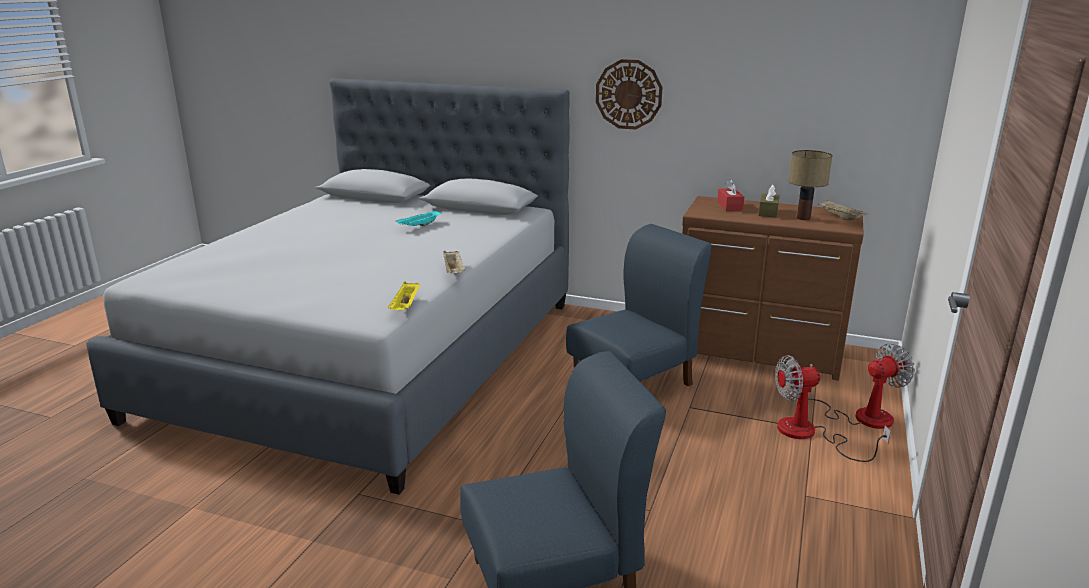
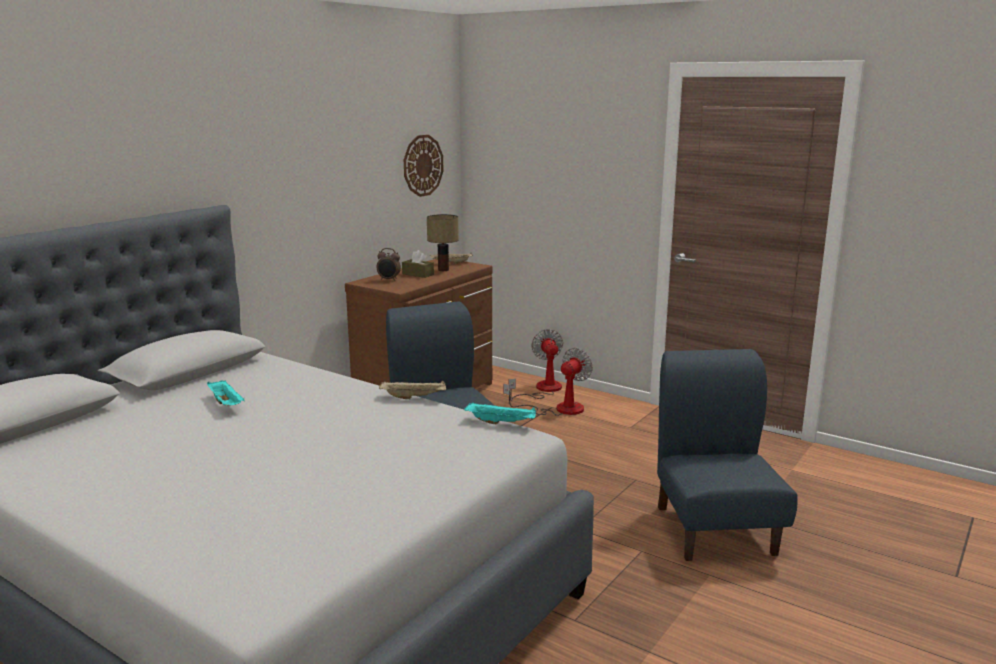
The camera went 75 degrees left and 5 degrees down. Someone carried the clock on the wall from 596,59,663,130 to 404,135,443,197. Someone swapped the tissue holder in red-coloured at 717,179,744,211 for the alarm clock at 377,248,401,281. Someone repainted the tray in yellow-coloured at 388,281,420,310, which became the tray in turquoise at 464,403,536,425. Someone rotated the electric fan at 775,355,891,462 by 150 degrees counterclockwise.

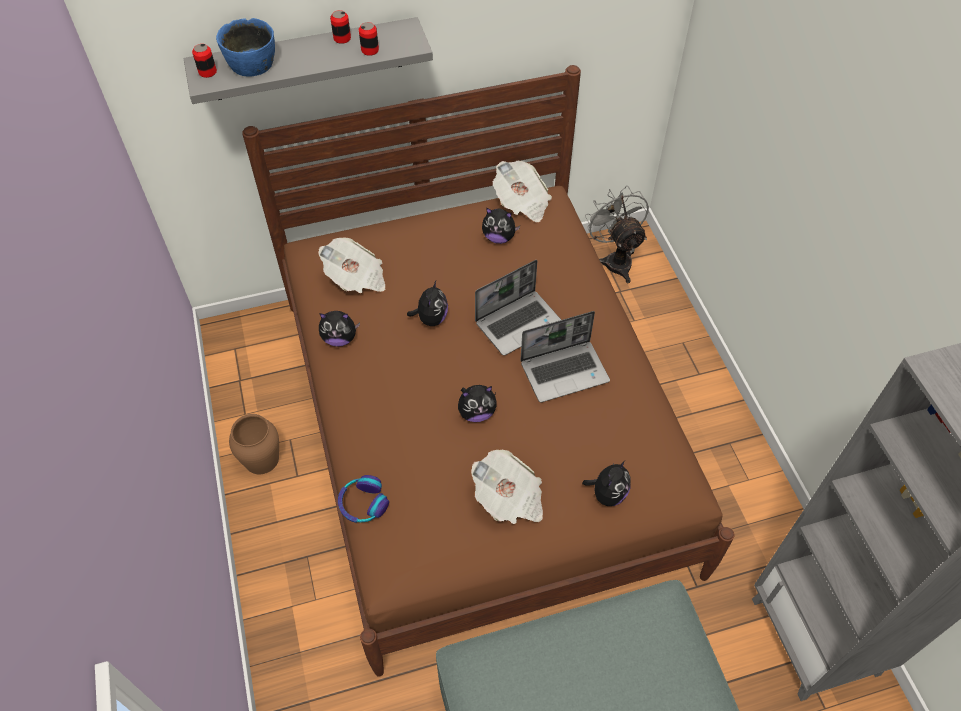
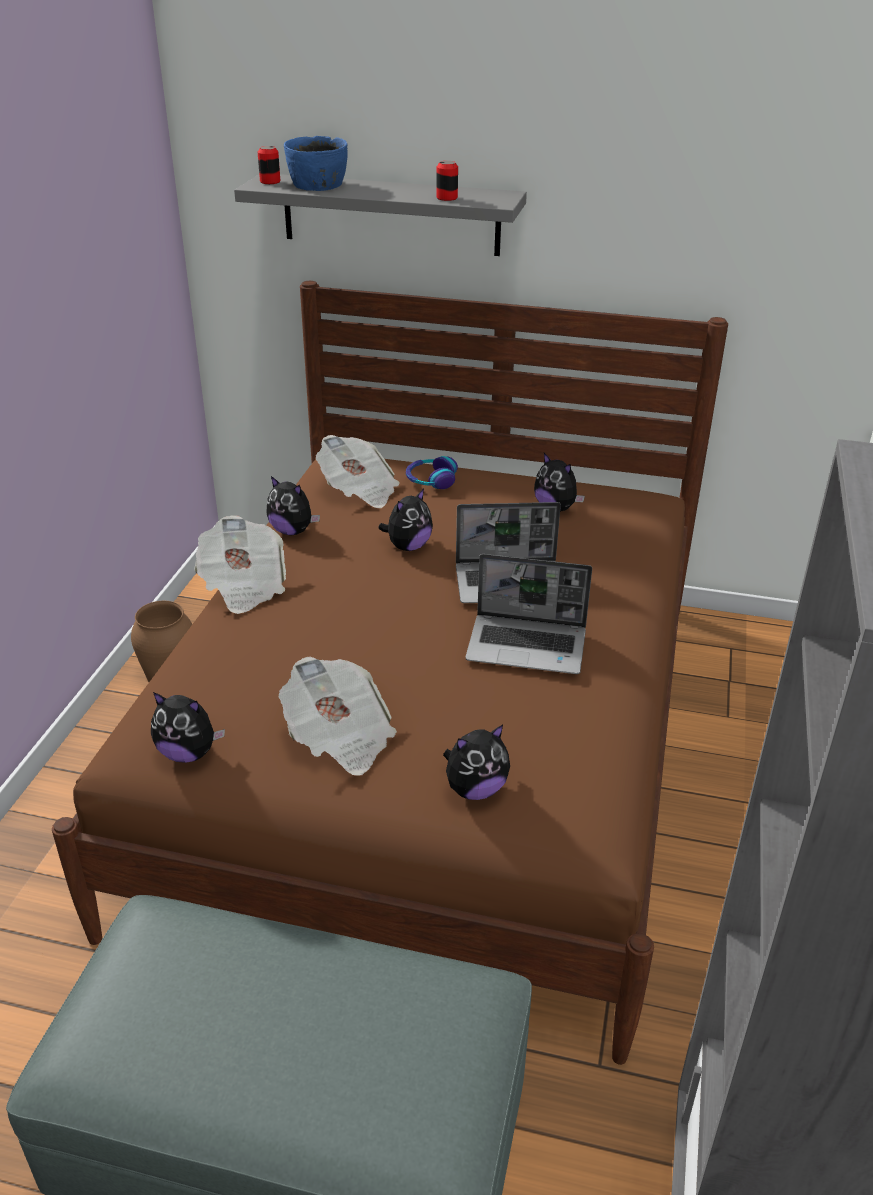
The camera went 30 degrees right and 20 degrees down. Someone took away the metal can at 330,10,351,44. Someone took away the electric fan in greyish at 585,186,649,283. Someone carried the headset from 338,475,389,523 to 406,456,458,489. Someone carried the soft toy from 458,385,497,422 to 151,692,225,763. Someone carried the newspaper from 493,161,552,222 to 194,515,286,614.

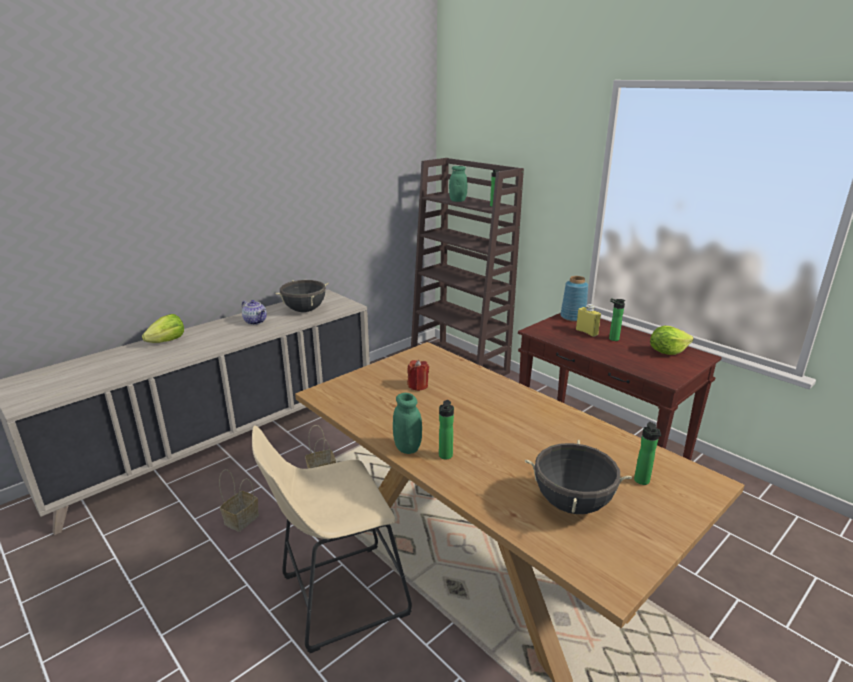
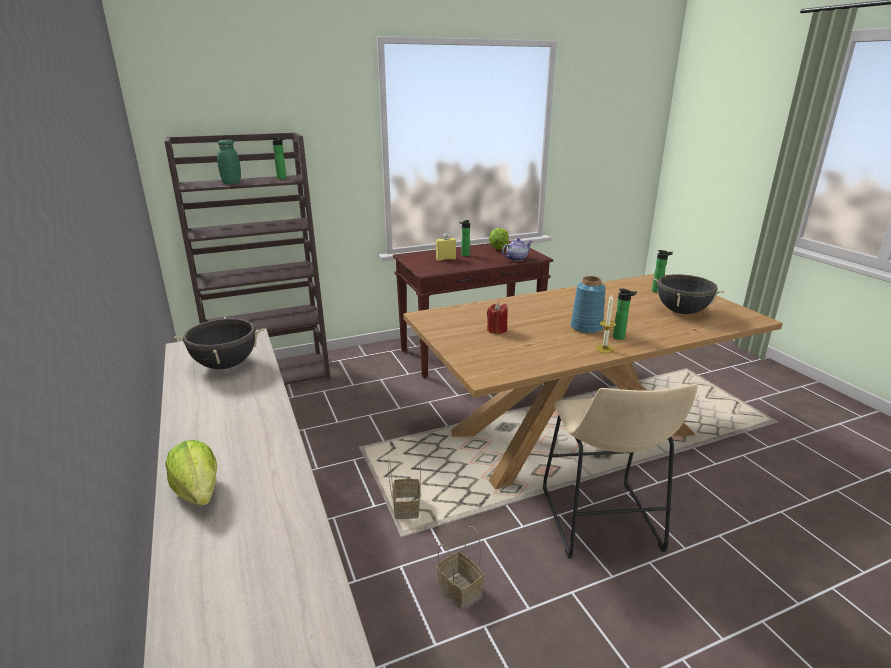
The camera went 70 degrees left and 0 degrees up. Someone carried the teapot from 242,300,267,325 to 502,238,532,261. Someone carried the vase in blue from 560,276,588,321 to 571,276,606,334. Someone swapped the preserve jar in green at 393,393,422,454 for the wax light at 595,295,616,353.

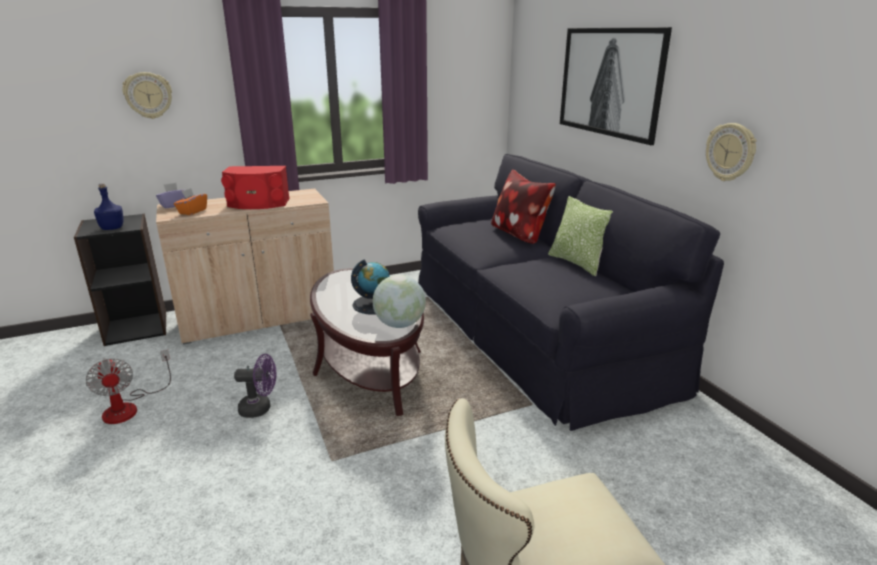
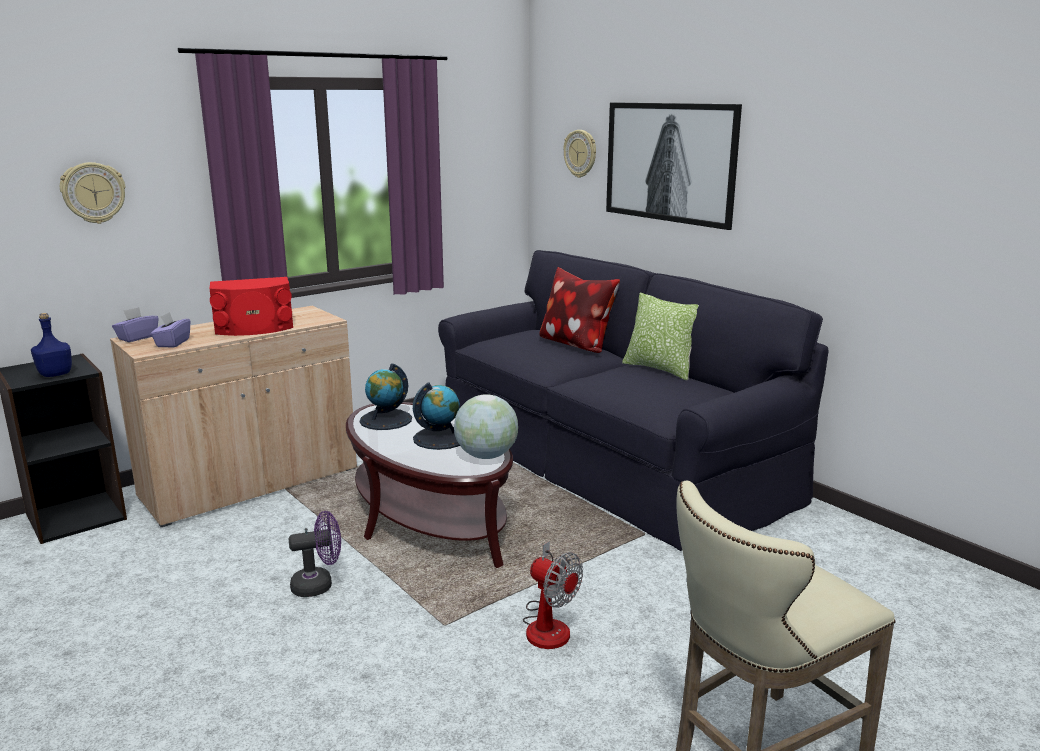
The camera went 15 degrees left and 5 degrees down. Someone put down the world globe at 360,364,412,430. Someone carried the electric fan from 86,350,171,424 to 523,541,583,649. Someone carried the clock on the wall from 706,123,756,181 to 564,130,596,178. Someone repainted the tissue holder in orangey at 174,188,207,215, which became the tissue holder in purple at 151,312,190,348.

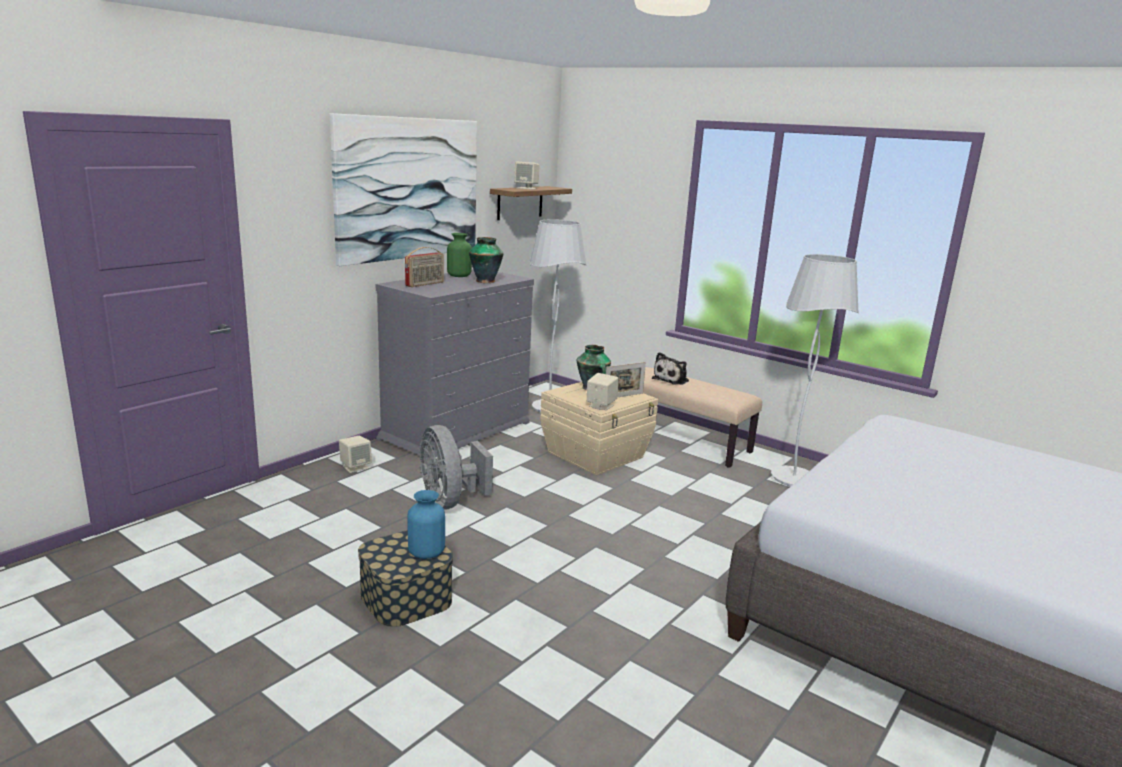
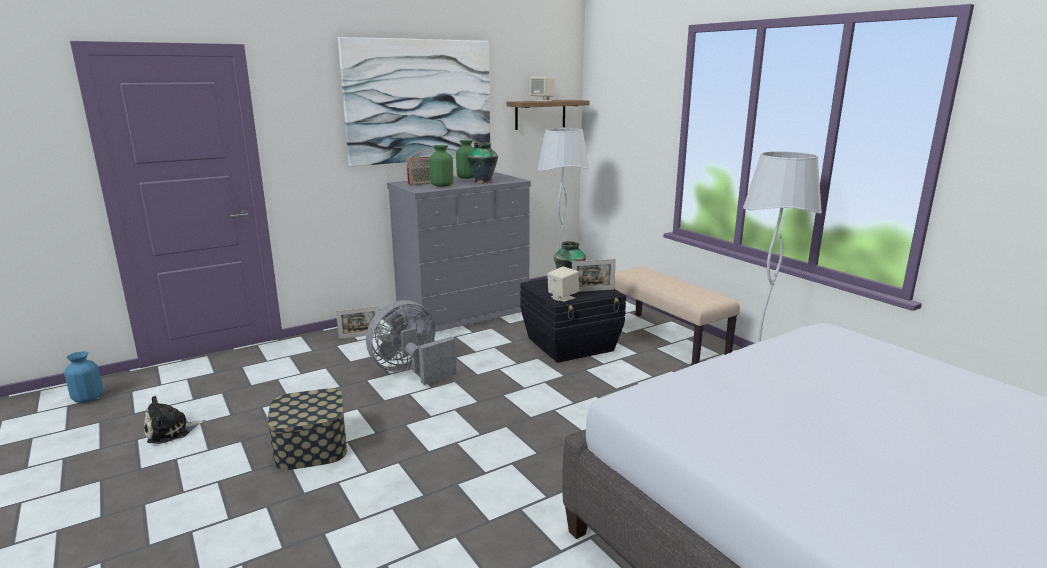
The camera went 20 degrees right and 0 degrees up. Someone put down the vase in green at 429,145,453,187. Someone carried the vase in blue from 408,490,445,559 to 64,351,103,403. Someone carried the soft toy from 652,352,689,385 to 144,396,206,444. Someone swapped the loudspeaker in beige at 339,436,372,473 for the picture frame at 336,306,380,339. Someone repainted the storage container in beige at 540,382,658,475, which became the storage container in black-coloured at 520,279,626,363. Someone rotated the electric fan in greyish at 419,425,493,510 by 60 degrees clockwise.

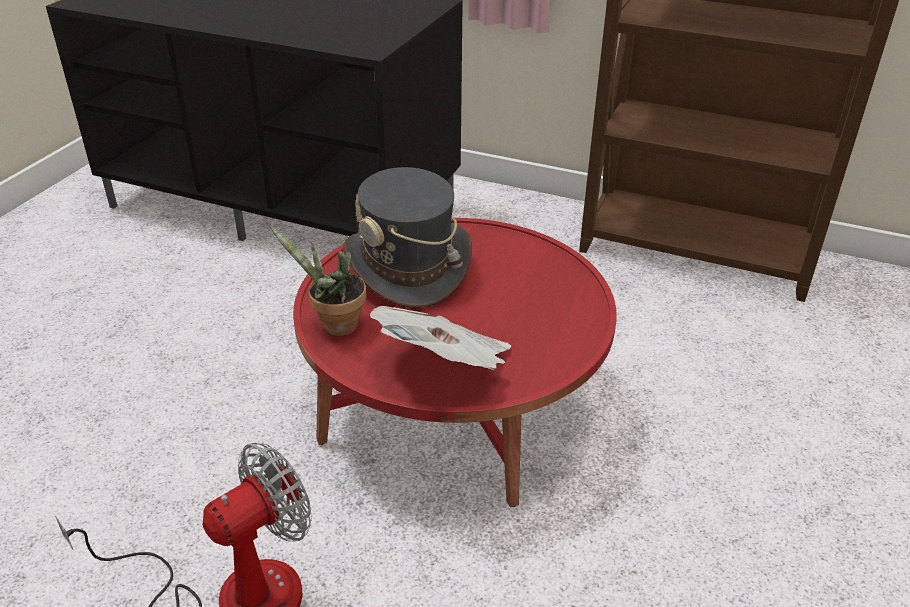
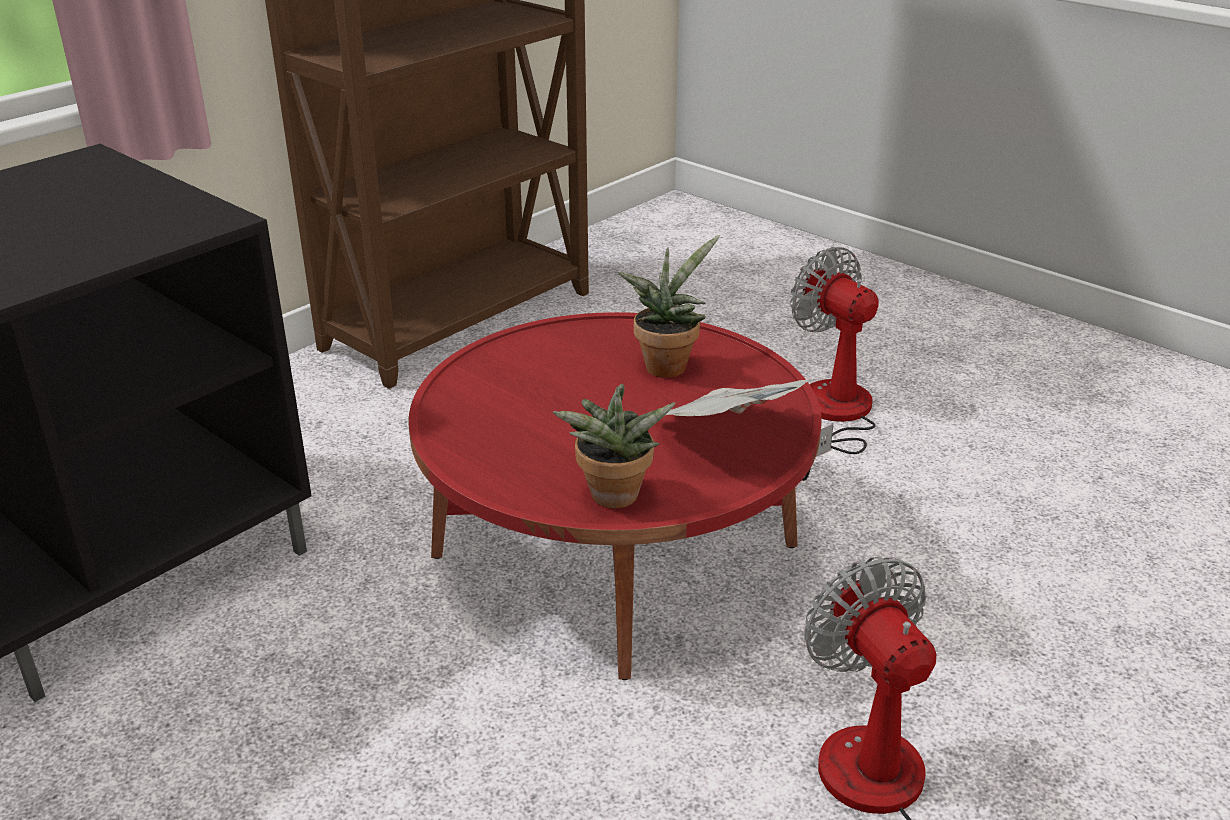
The camera went 70 degrees left and 5 degrees down. Someone took away the wearable hat in greyish at 343,167,472,308. Someone put down the potted plant at 618,235,720,378. Someone put down the electric fan at 790,247,878,481.

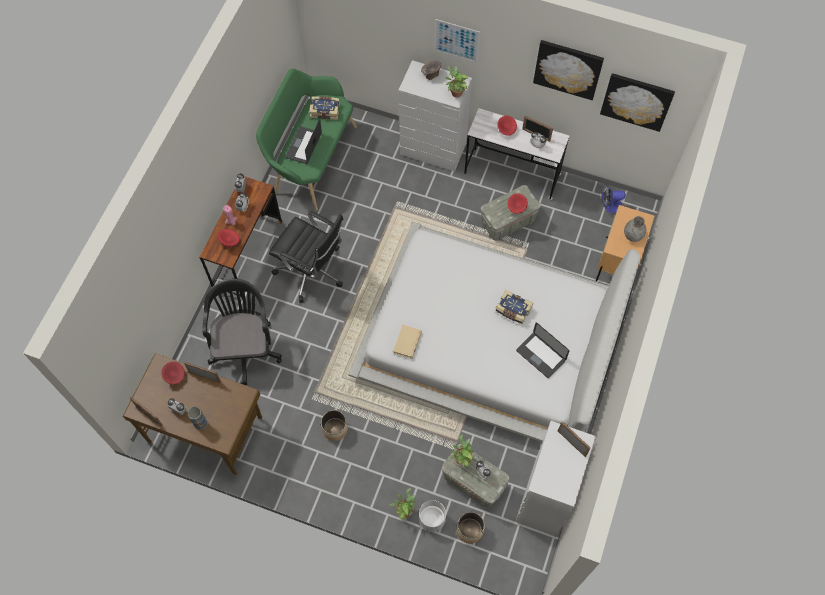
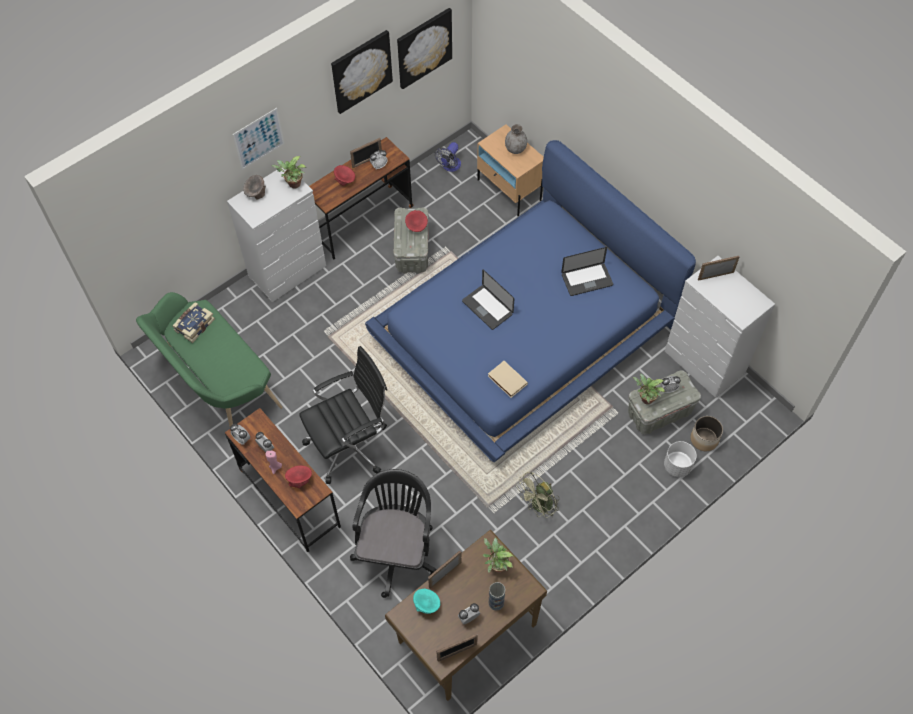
The camera went 60 degrees left and 5 degrees down. Someone took away the book at 495,290,533,324. Someone carried the portable computer from 285,119,322,164 to 462,269,514,330. Someone carried the potted plant from 389,488,416,520 to 483,538,514,573. Someone swapped the planter at 321,410,348,441 for the electric fan in green at 517,472,559,518. Someone repainted the bowl in red-coloured at 161,362,185,385, which became the bowl in turquoise at 413,589,440,614. Someone repainted the sleeping bed in whitish at 348,222,640,442, which became the sleeping bed in blue at 365,140,696,462. Someone repainted the desk table in whitish at 464,108,570,200, which became the desk table in brownish at 309,137,413,260. Someone rotated the office chair in black-coloured at 203,279,282,385 by 75 degrees clockwise.

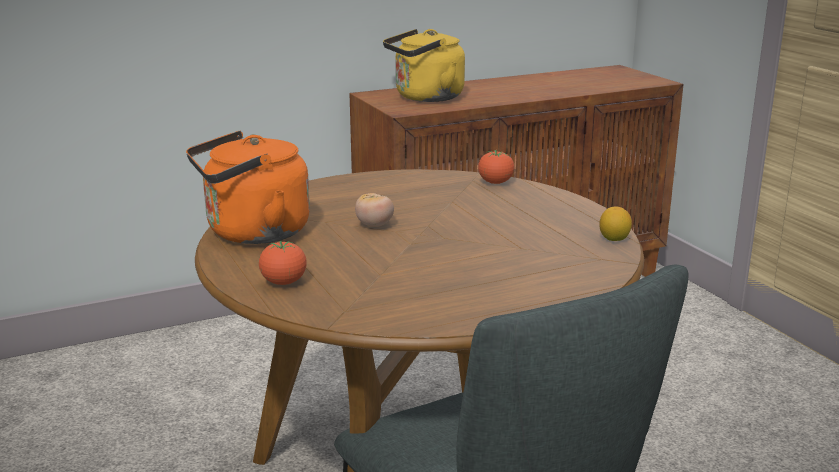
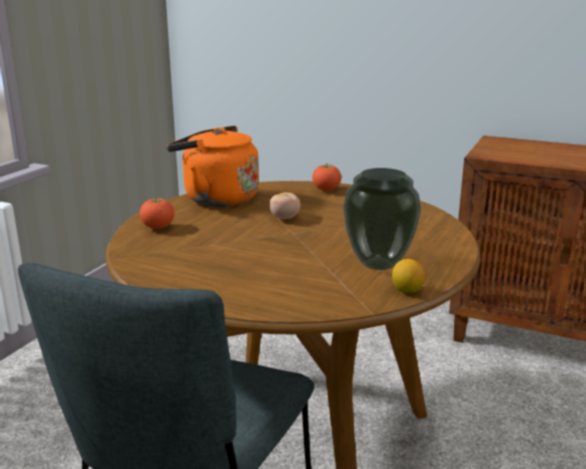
The camera went 50 degrees right and 0 degrees up. Someone took away the water kettle in yellow-coloured at 383,29,465,102. Someone put down the vase at 343,168,421,270. Someone carried the tomato from 478,149,514,184 to 312,164,341,191.

